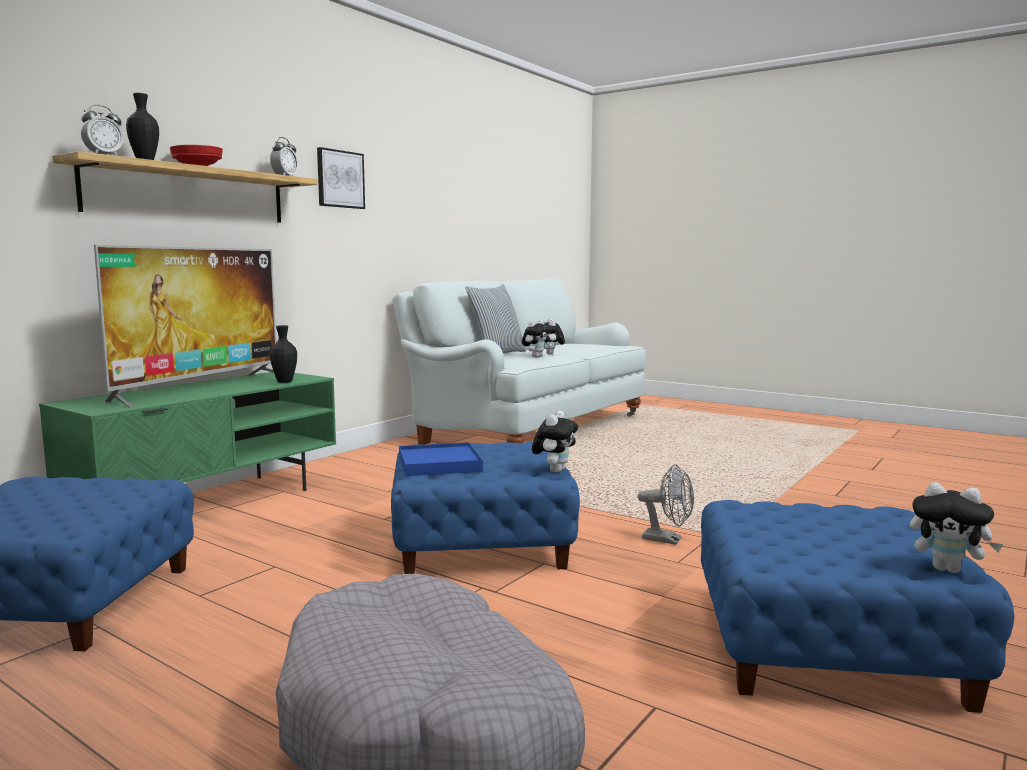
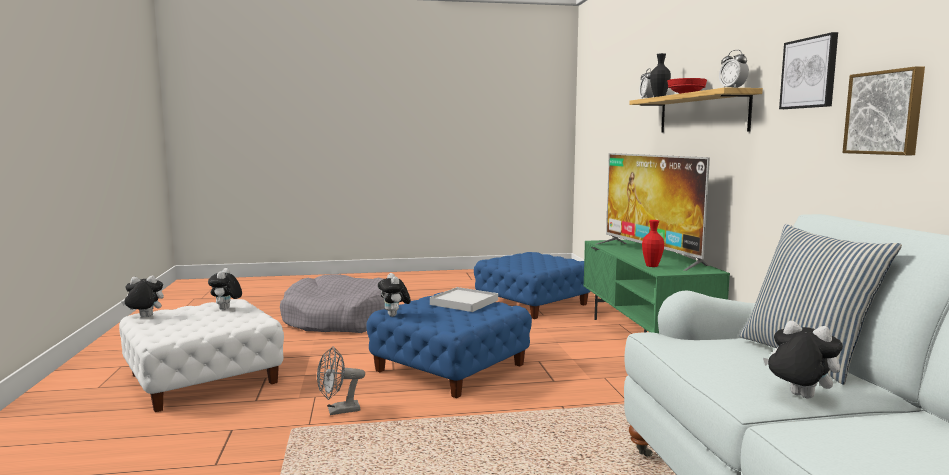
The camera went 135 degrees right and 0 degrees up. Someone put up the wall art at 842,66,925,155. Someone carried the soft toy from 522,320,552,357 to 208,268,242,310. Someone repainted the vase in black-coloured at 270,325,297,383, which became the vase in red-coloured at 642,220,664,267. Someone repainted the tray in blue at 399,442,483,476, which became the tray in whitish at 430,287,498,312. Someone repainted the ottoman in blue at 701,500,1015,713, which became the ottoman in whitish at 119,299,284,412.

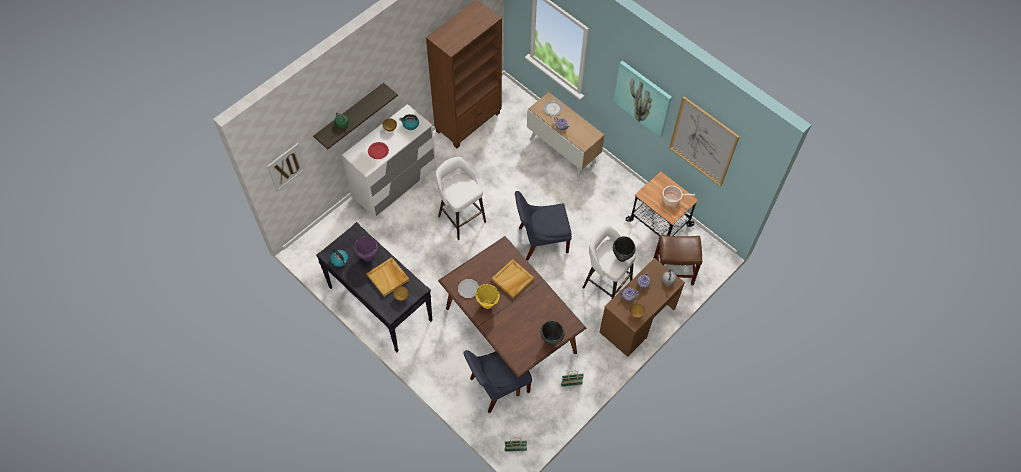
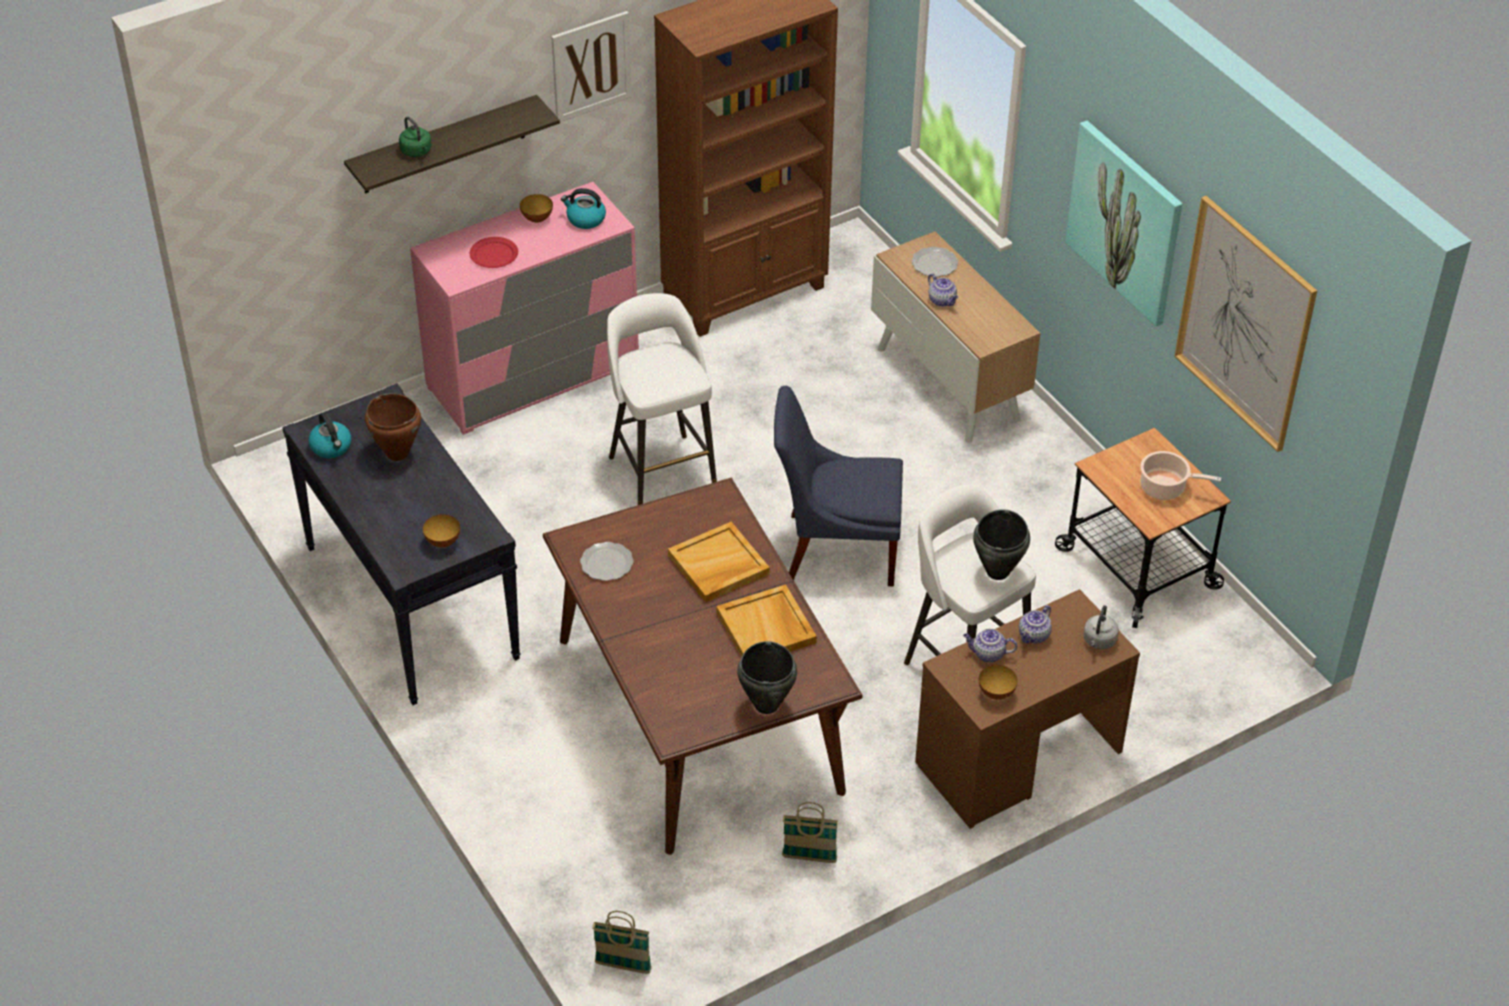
The camera went 15 degrees right and 15 degrees down. Someone took away the plain chair in blue at 463,350,532,413. Someone took away the cooking pot in yellow-coloured at 475,284,500,309. Someone took away the sitting stool in brownish at 653,235,702,285. Someone carried the wall art from 267,143,306,192 to 551,11,632,122. Someone carried the tray in beige from 367,257,409,297 to 717,584,817,657. Someone repainted the drawer chest in whitish at 342,104,436,218, which became the drawer chest in pink-coloured at 410,182,639,435. Someone repainted the cooking pot in purple at 354,236,378,261, which became the cooking pot in brownish at 365,393,421,461.

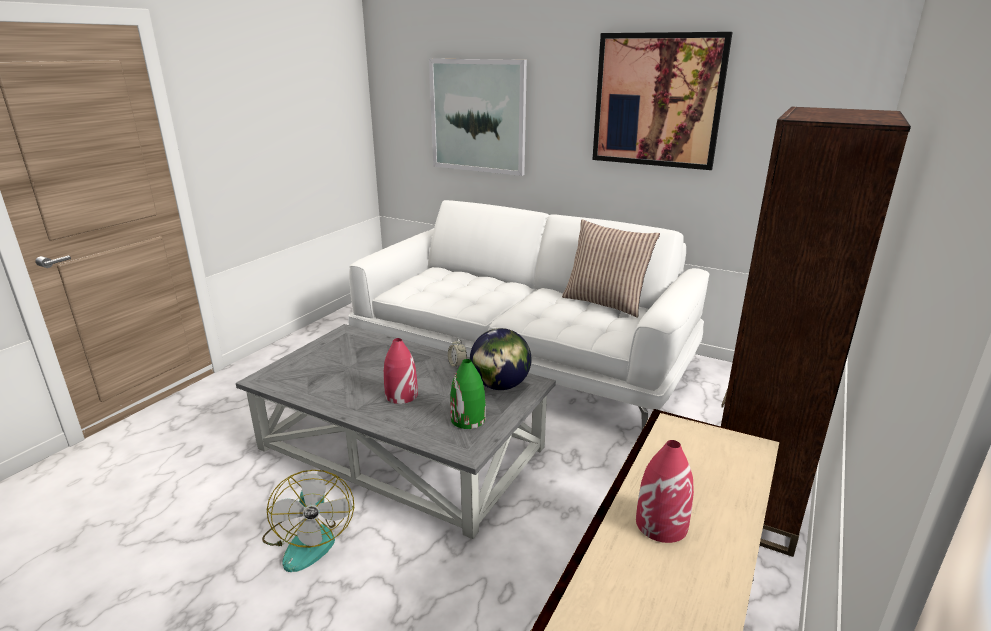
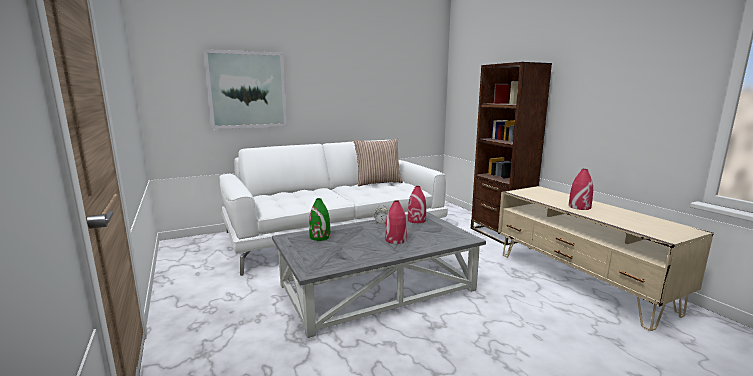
The camera went 55 degrees left and 10 degrees down. Someone took away the electric fan at 262,470,354,572. Someone took away the wall art at 592,32,732,170. Someone carried the vase in green from 450,359,486,429 to 309,198,331,241. Someone swapped the world globe at 470,328,532,390 for the vase in red-coloured at 408,186,426,223.

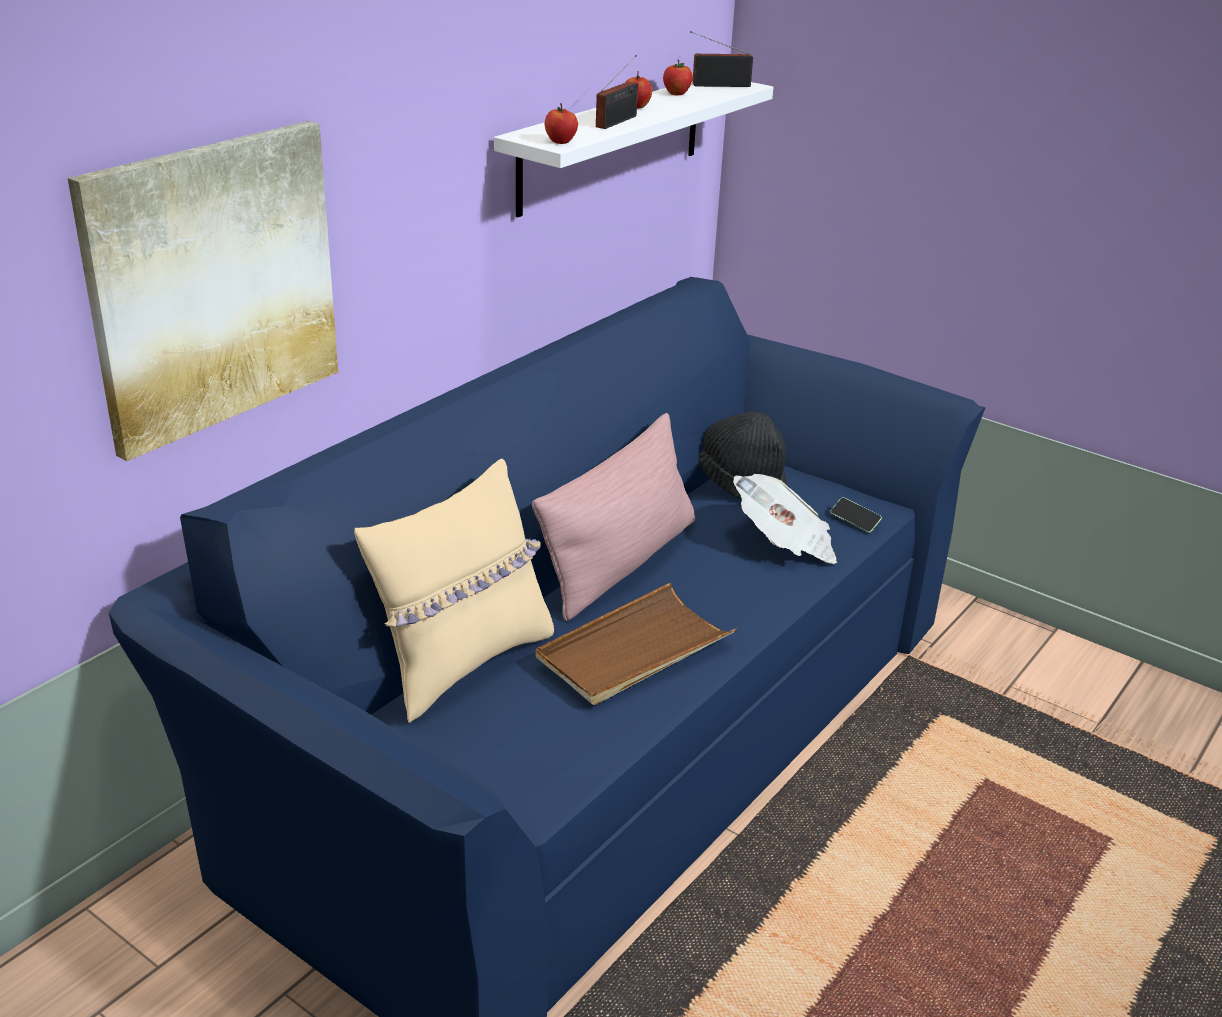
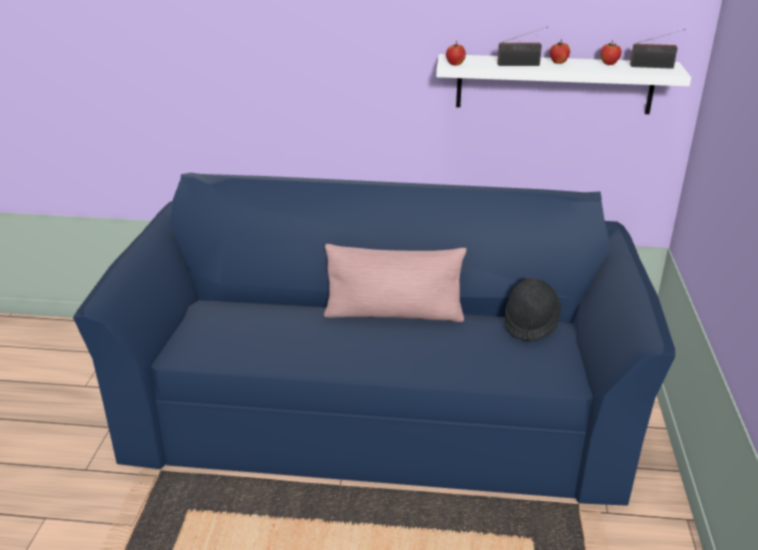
The camera went 60 degrees right and 0 degrees up. Someone took away the wall art at 68,121,338,461. Someone took away the throw pillow in beige at 354,459,554,723. Someone took away the tray in brownish at 536,583,737,705. Someone took away the newspaper at 733,474,837,564. Someone took away the handset at 830,497,882,533. Someone rotated the radio at 690,31,753,87 by 135 degrees clockwise.

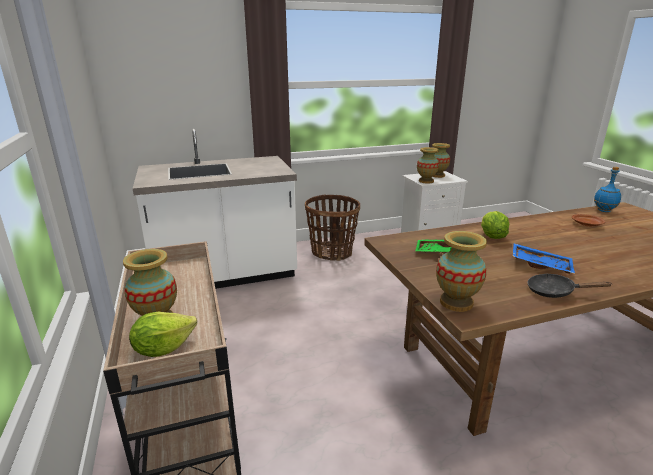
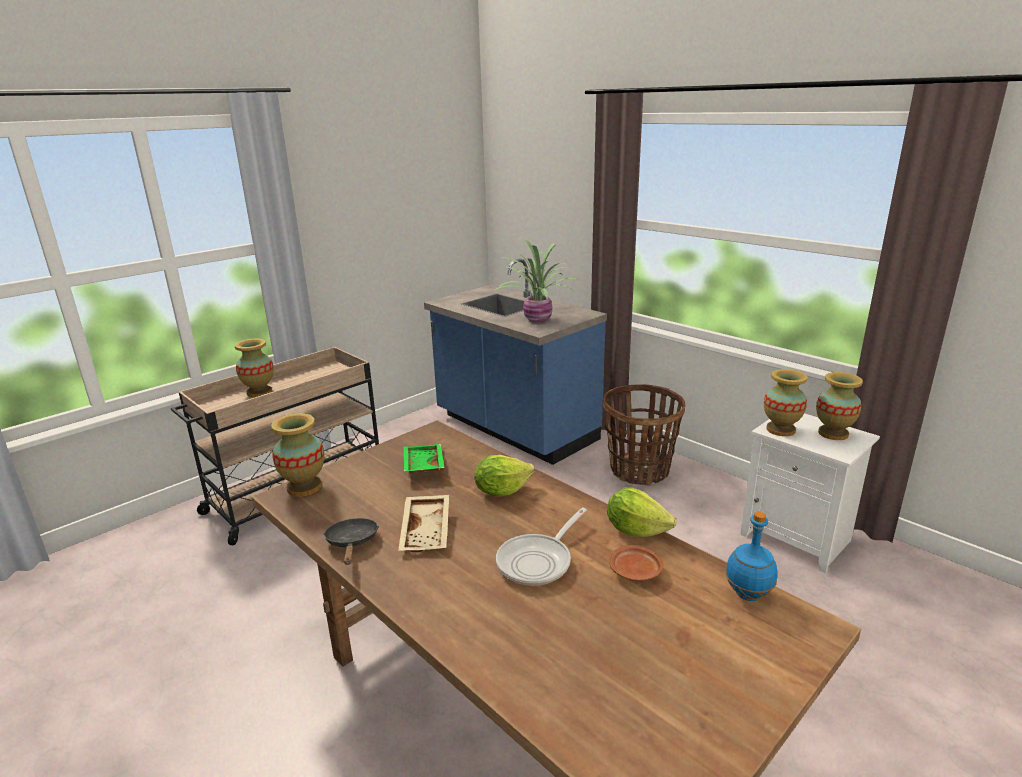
The camera went 65 degrees right and 0 degrees up. Someone put down the potted plant at 494,239,584,323. Someone put down the frying pan at 496,508,587,586. Someone carried the head of lettuce from 129,312,197,357 to 607,487,676,537. Someone repainted the kitchen base unit in whitish at 133,129,297,289, which became the kitchen base unit in blue at 424,259,607,465. Someone repainted the tray in blue at 513,243,575,274, which became the tray in beige at 398,495,449,552.

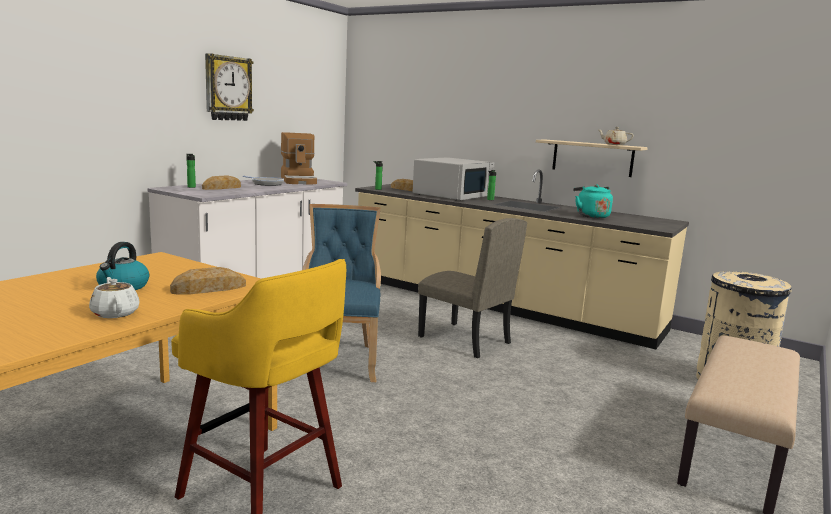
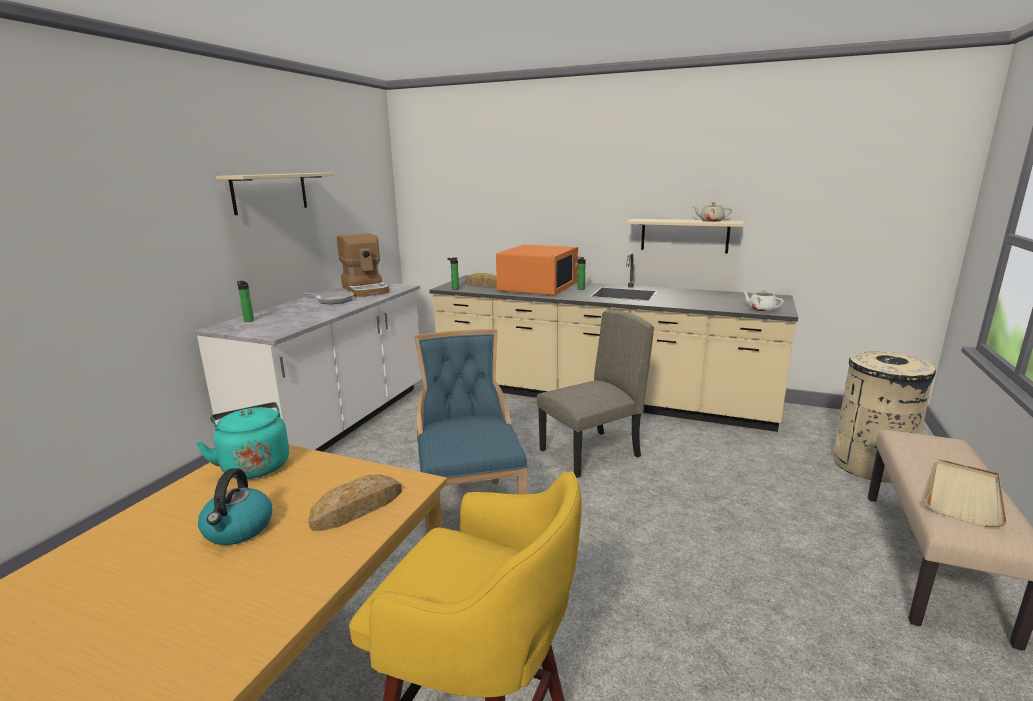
The camera went 10 degrees left and 5 degrees up. Someone took away the baked bread at 202,175,241,190. Someone put down the tray in beige at 925,459,1006,527. Someone carried the teapot in whitish from 89,277,139,318 to 742,290,784,312. Someone carried the water kettle in turquoise from 573,185,613,218 to 196,402,289,479. Someone swapped the clock on the wall at 205,53,254,121 for the bracket shelf in beige at 216,173,335,215. Someone repainted the kitchen microwave in whitish at 413,157,494,200, which became the kitchen microwave in orangey at 496,245,578,295. Someone rotated the plain chair in beige at 418,218,527,358 by 60 degrees counterclockwise.

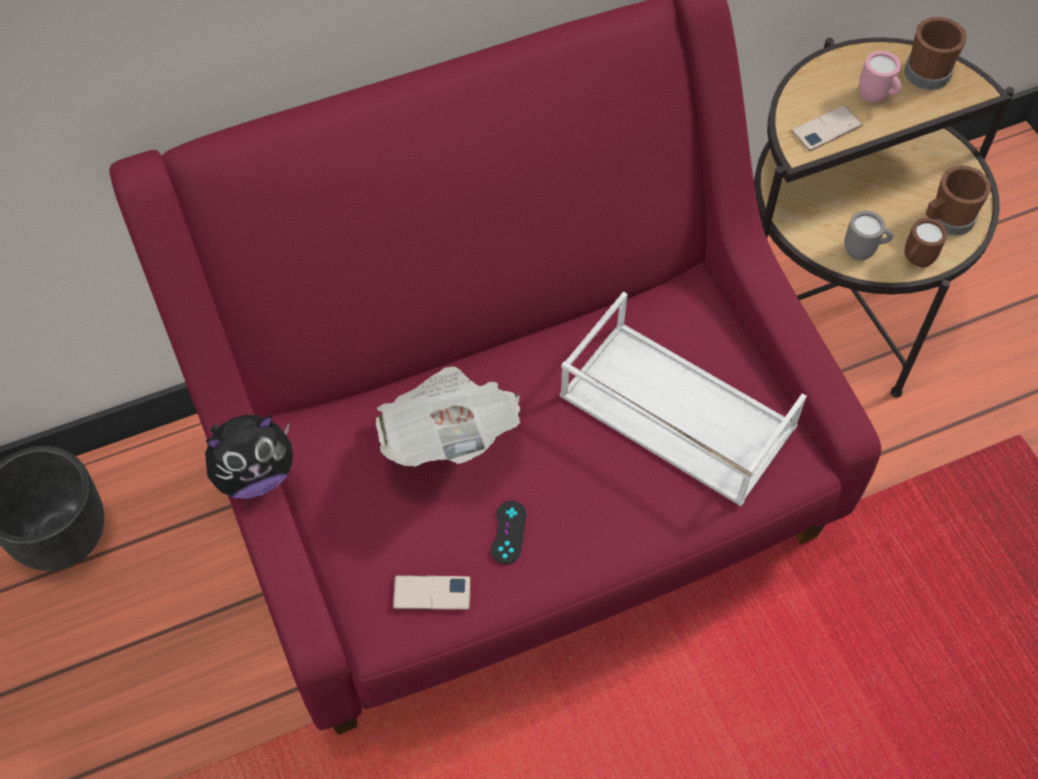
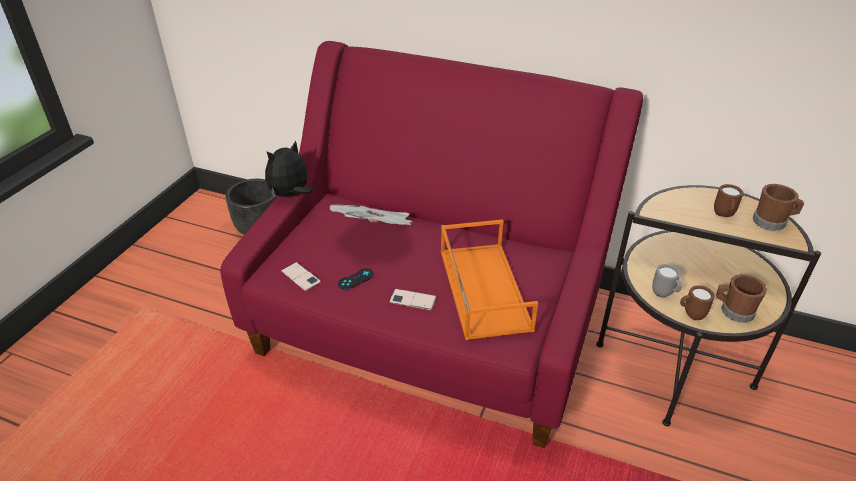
The camera went 45 degrees right and 20 degrees down. Someone carried the handset from 791,105,863,151 to 389,289,436,310. Someone repainted the tray in whitish at 560,292,807,506, which became the tray in orangey at 441,219,538,340. Someone repainted the coffee mug in pink-coloured at 859,51,901,103, which became the coffee mug in brownish at 714,184,744,217. Someone rotated the soft toy at 205,415,293,499 by 120 degrees clockwise.

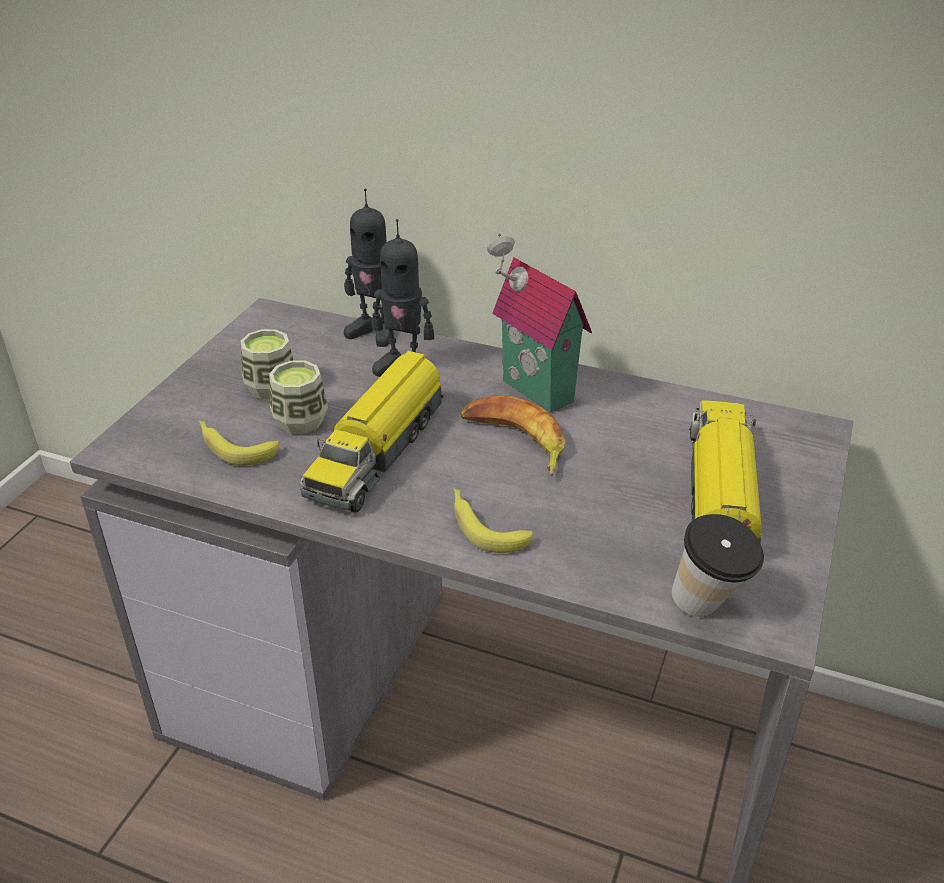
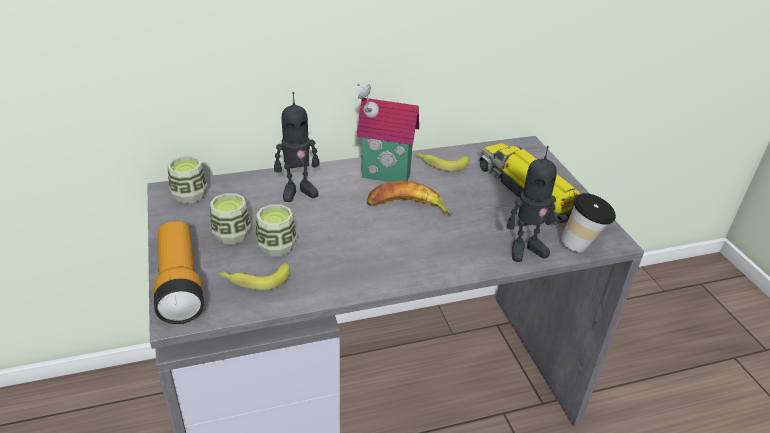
The camera went 40 degrees left and 0 degrees up. Someone took away the toy truck at 300,351,444,513. Someone put down the flashlight at 154,221,204,324. Someone put down the drinking cup at 168,156,207,204. Someone carried the model robot from 344,188,390,347 to 507,146,557,262. Someone carried the whole banana from 453,489,533,553 to 415,153,469,172.

